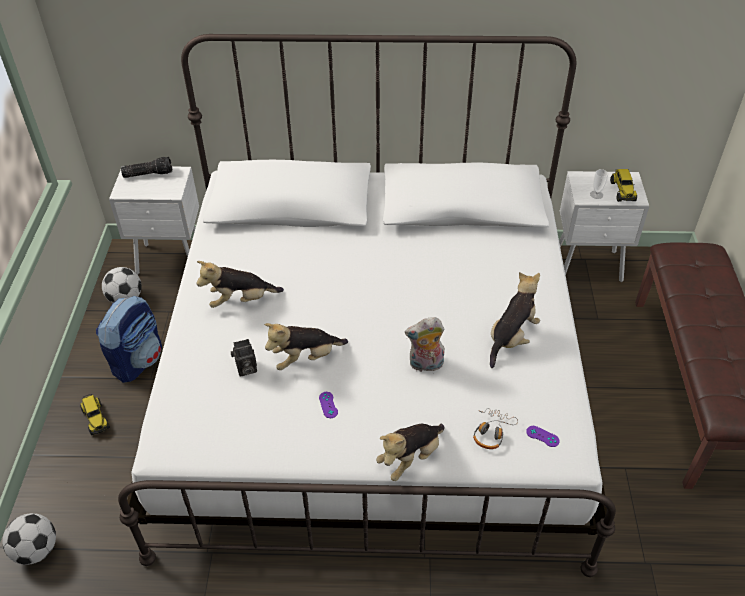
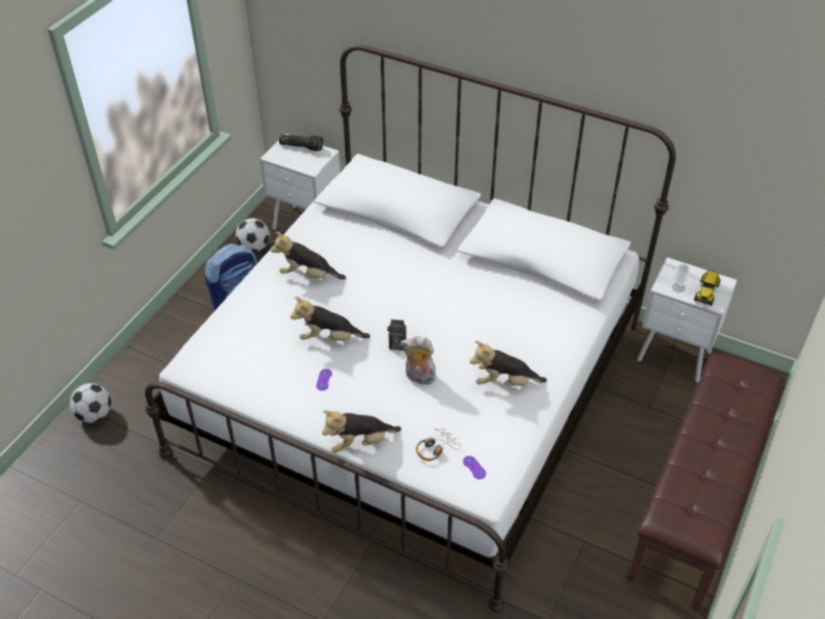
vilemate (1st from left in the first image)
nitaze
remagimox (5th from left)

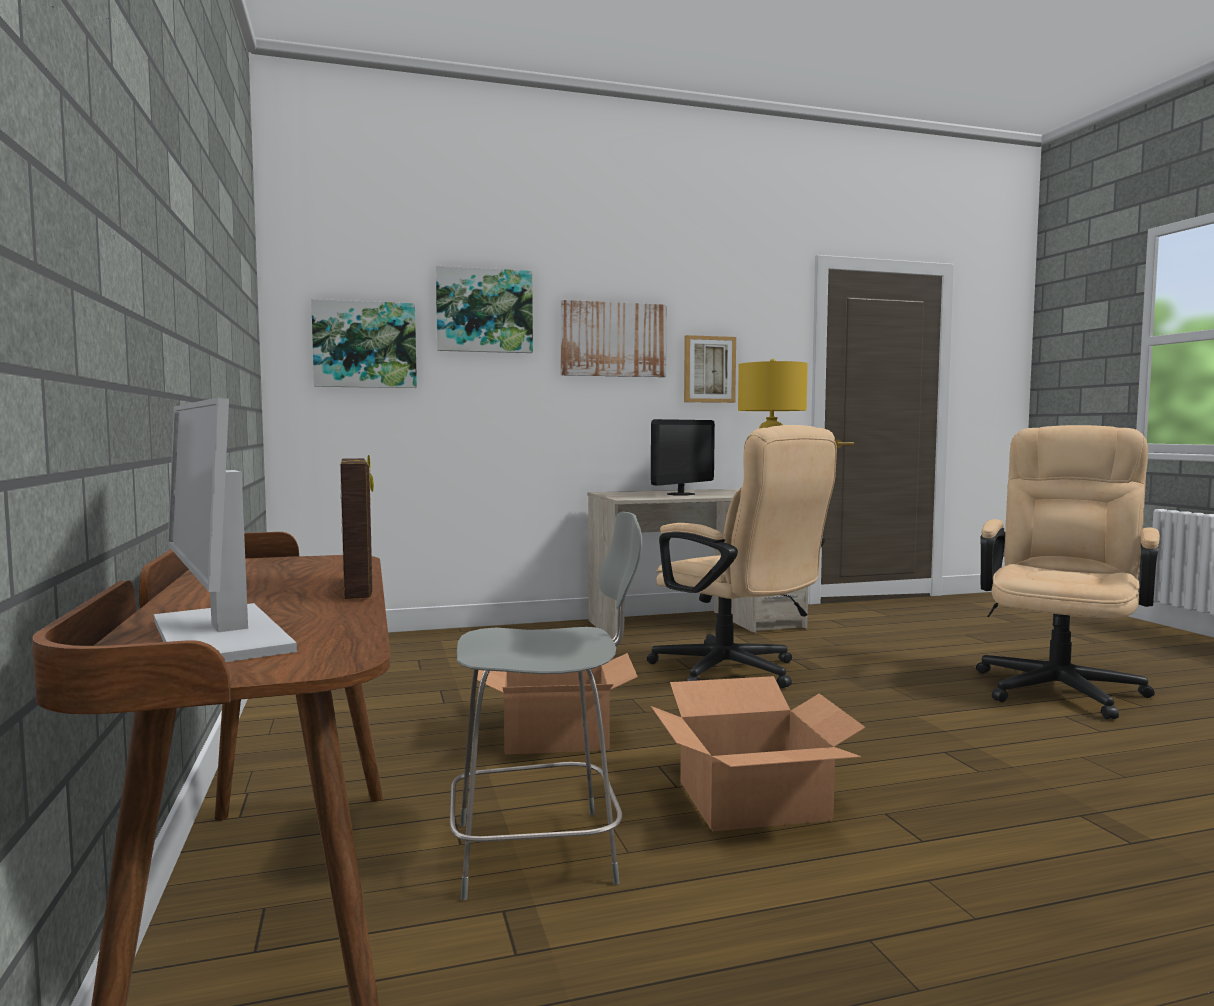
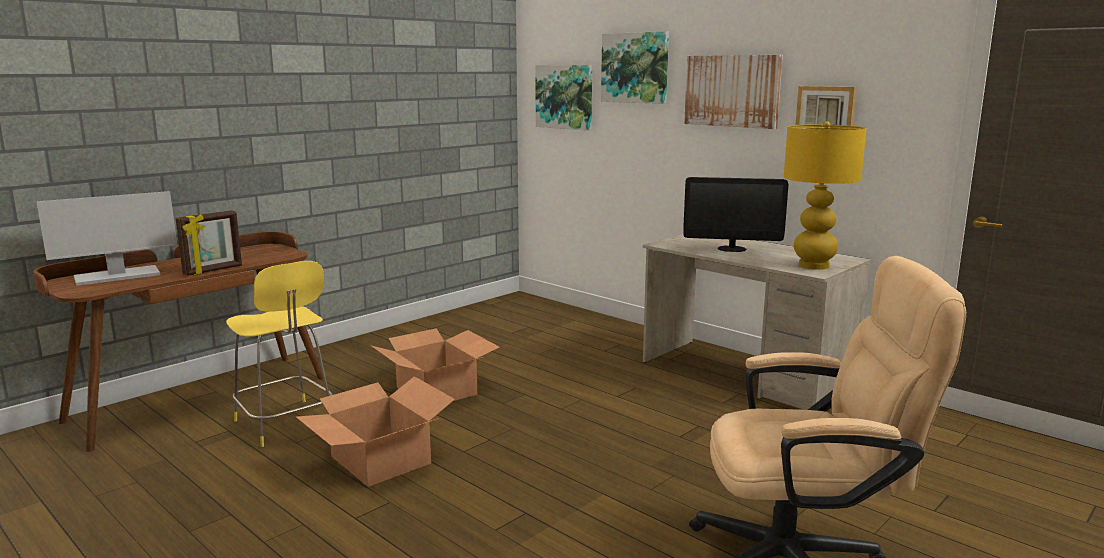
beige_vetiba (1st from left in the first image)
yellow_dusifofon
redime (1st from left)

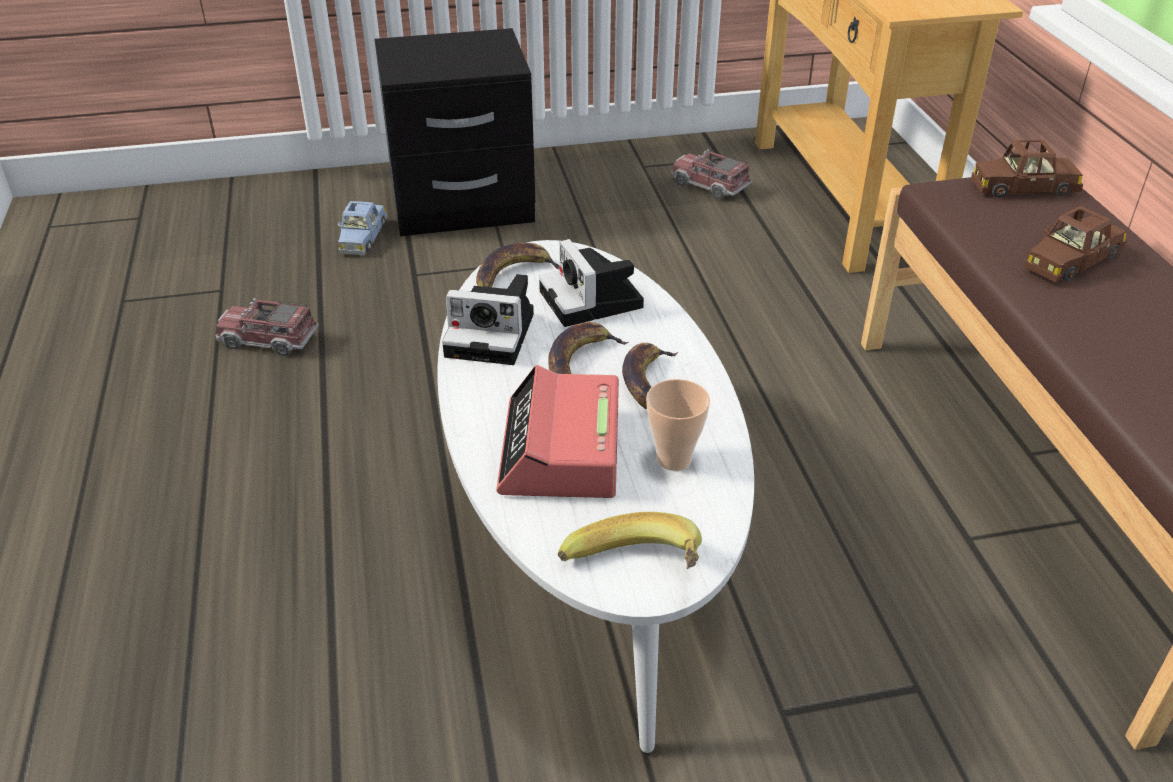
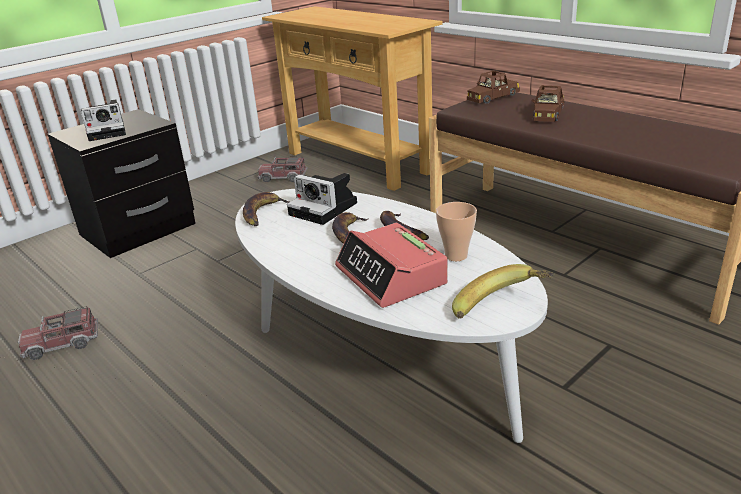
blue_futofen
nitaze (1st from left)

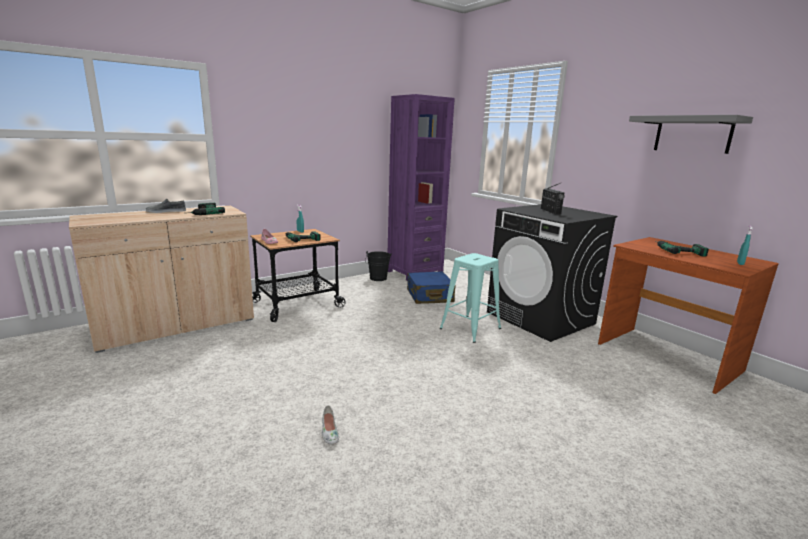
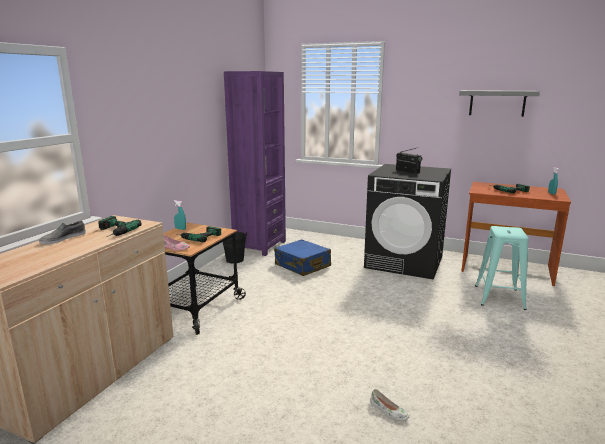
turquoise_dusifofon

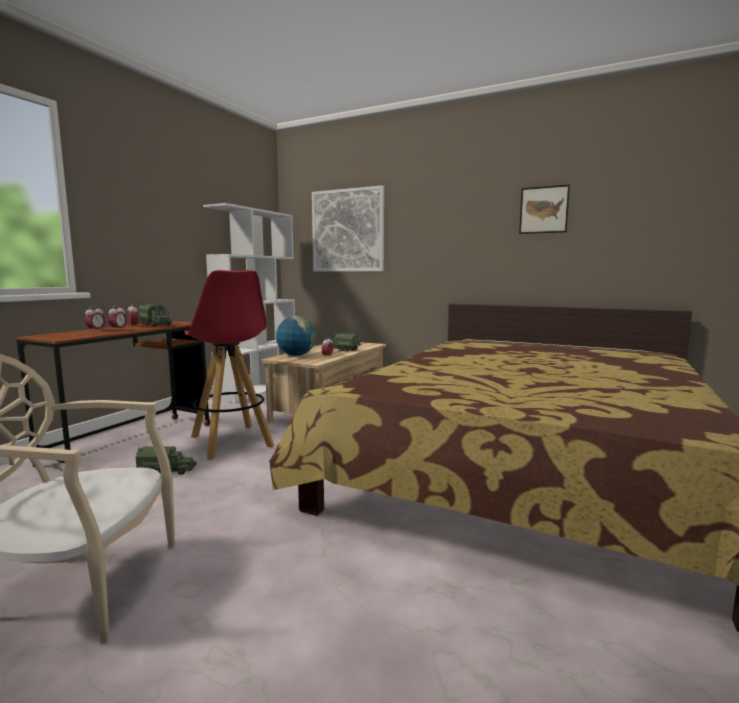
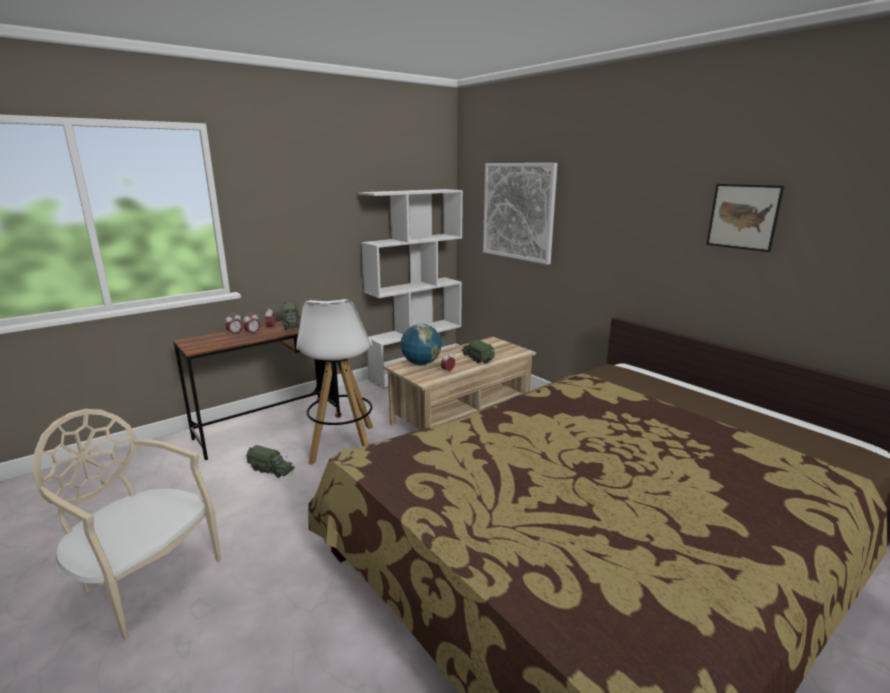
white_dusifofon

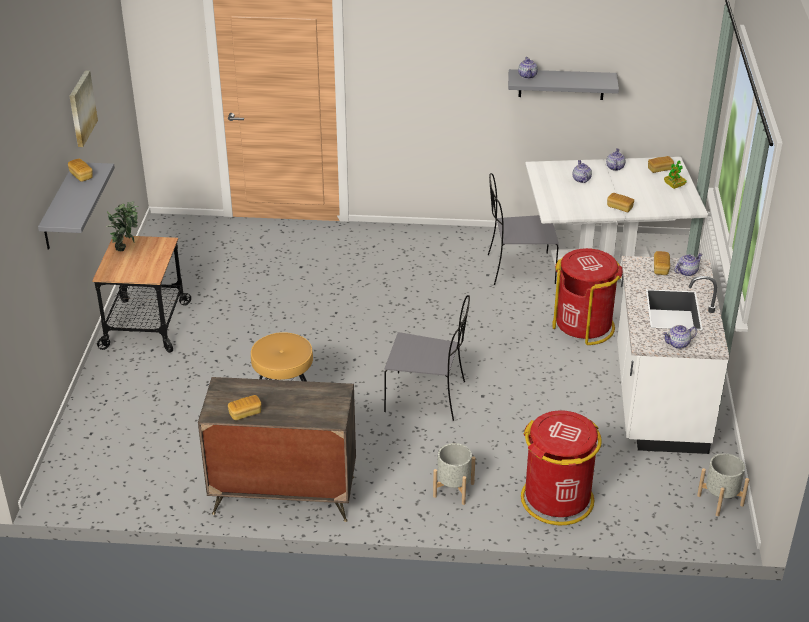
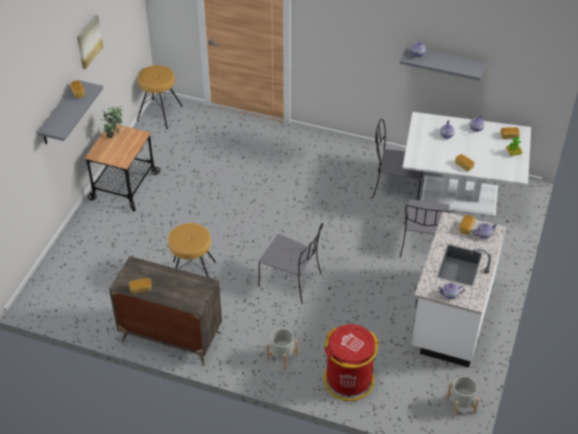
brown_dusifofon (1st from left)
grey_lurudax (3rd from left)

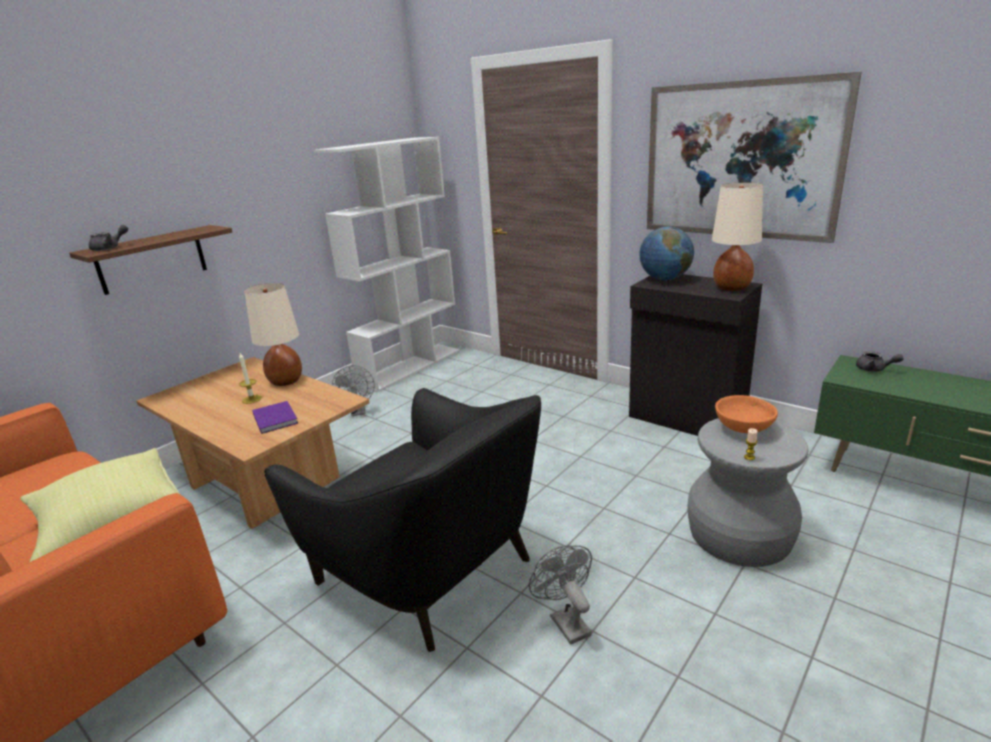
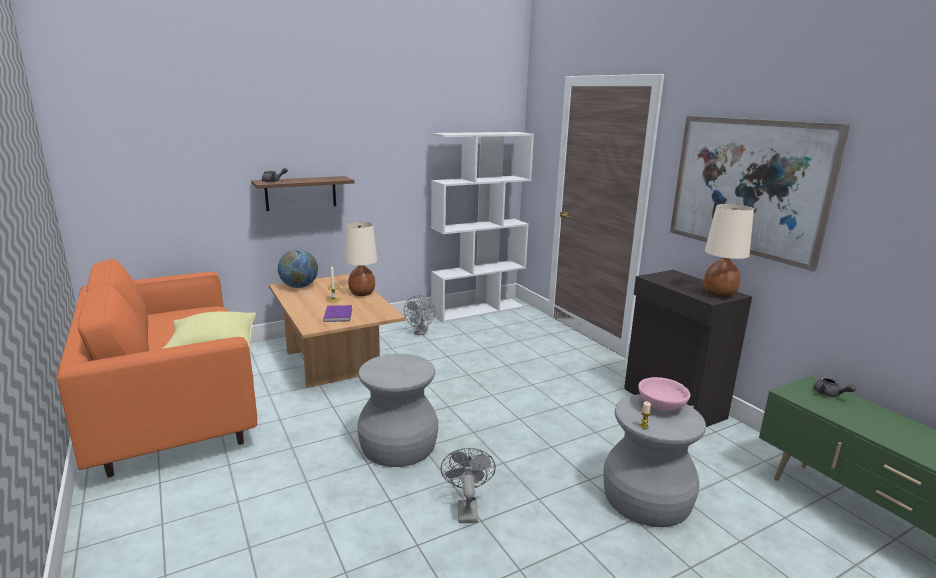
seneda
grey_dusifofon (1st from left)
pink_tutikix

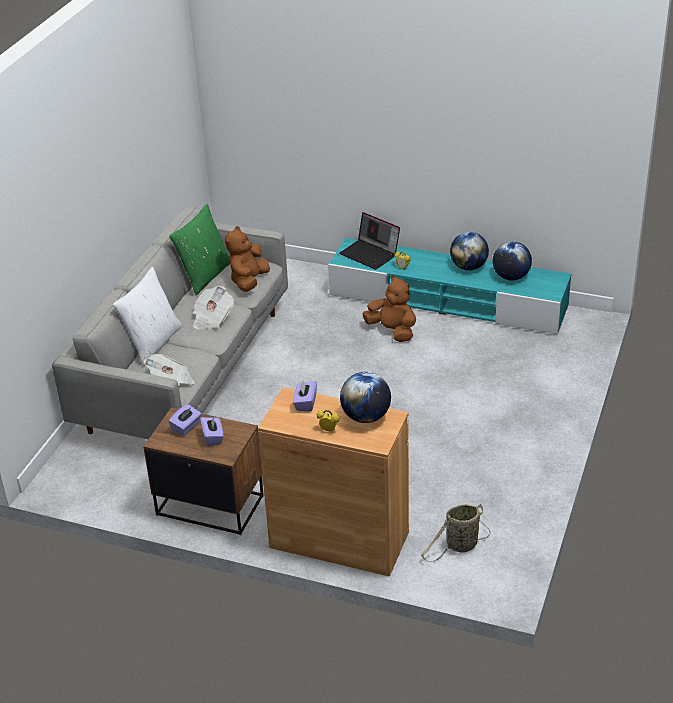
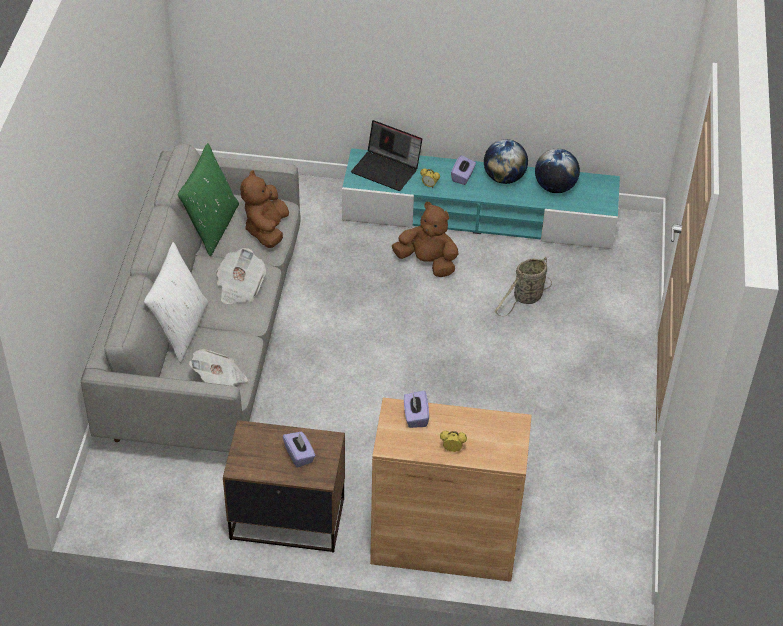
seneda (1st from left in the first image)
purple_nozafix (3rd from left)
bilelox

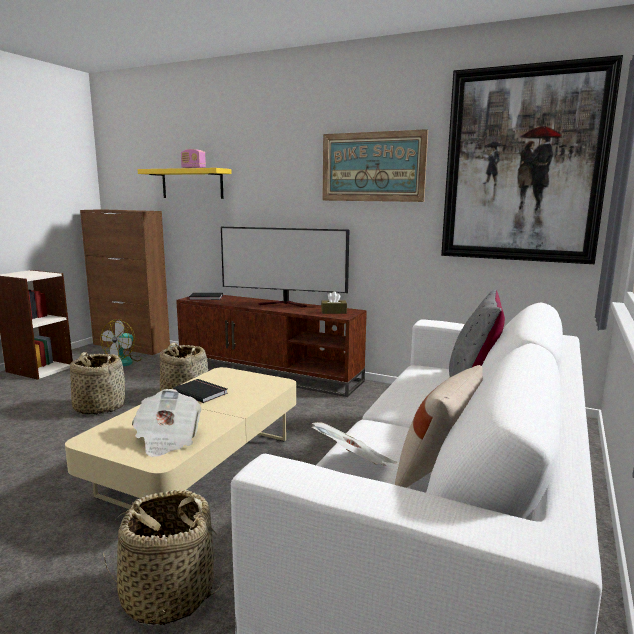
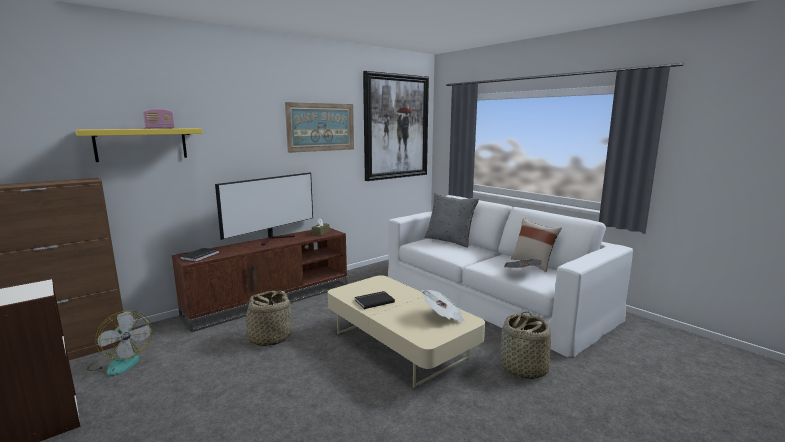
bilelox (1st from left in the first image)

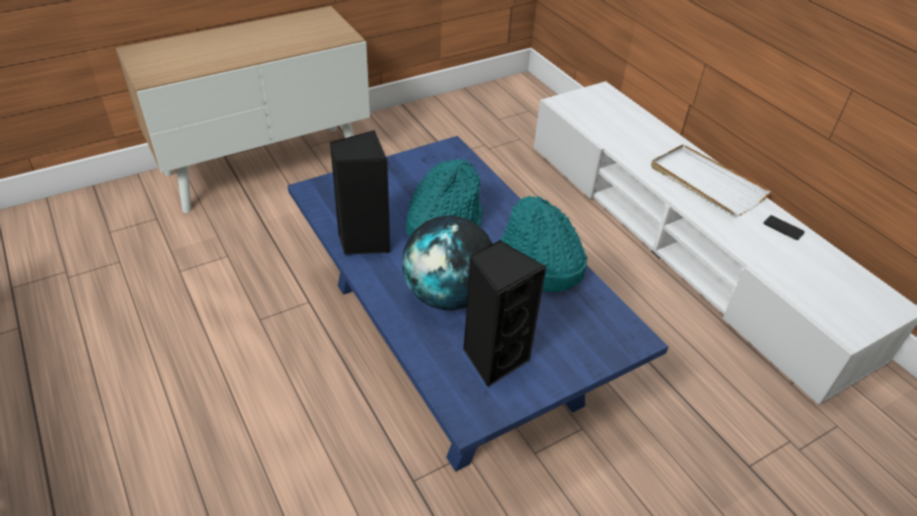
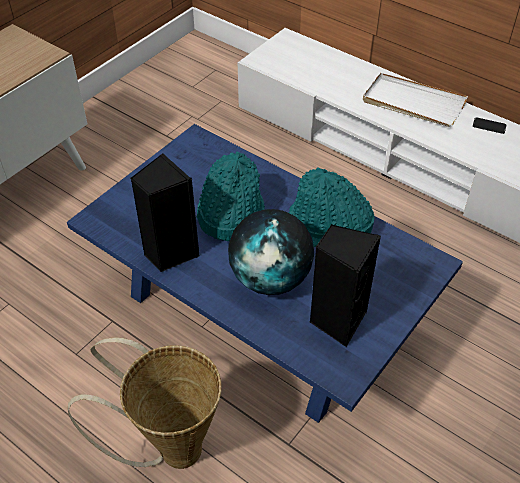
bilelox

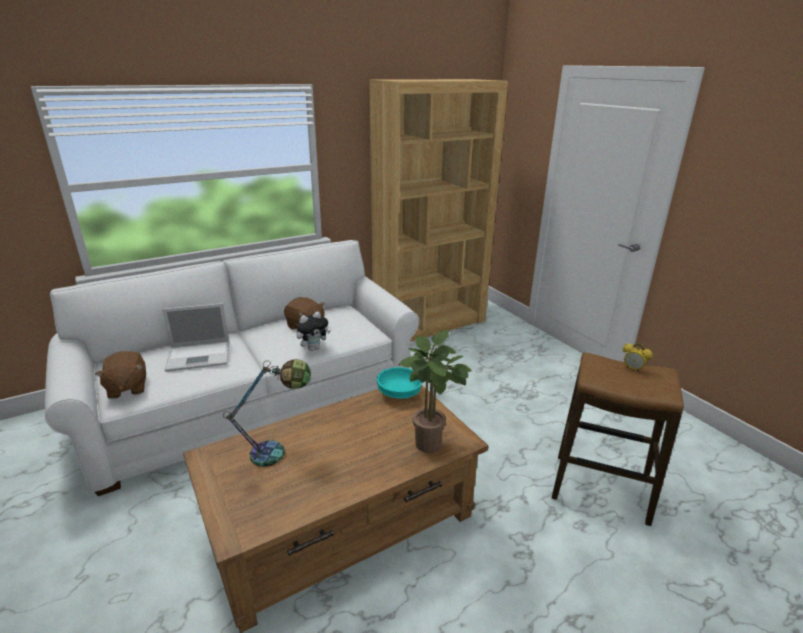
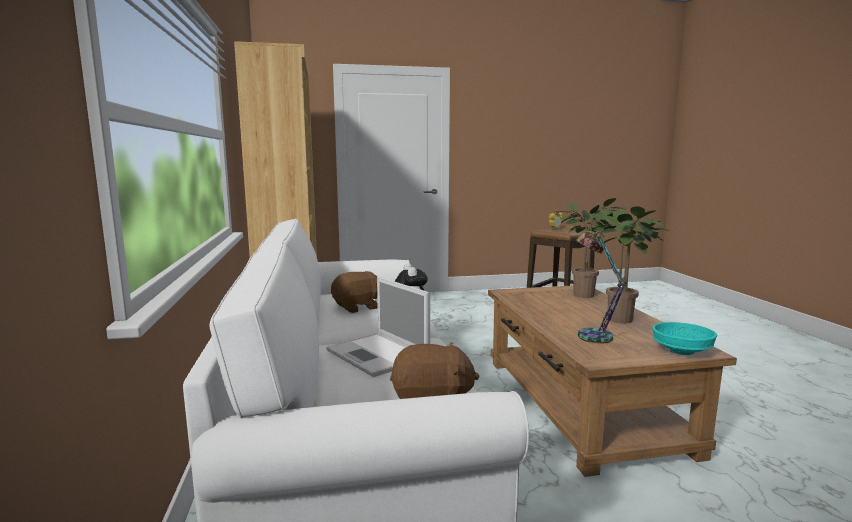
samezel (2nd from left)
turquoise_tutikix
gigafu

